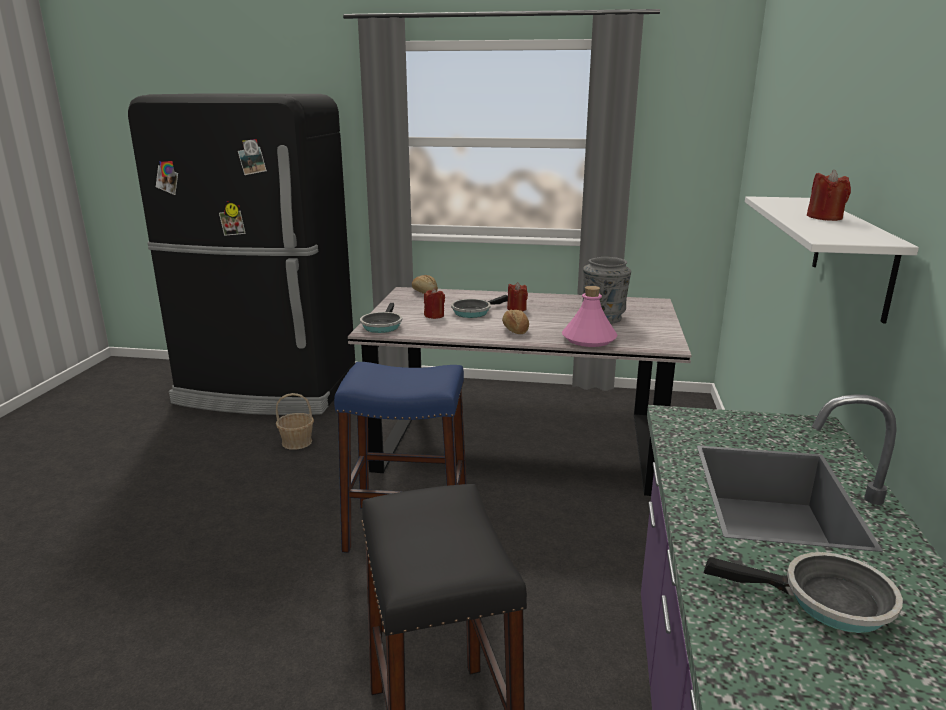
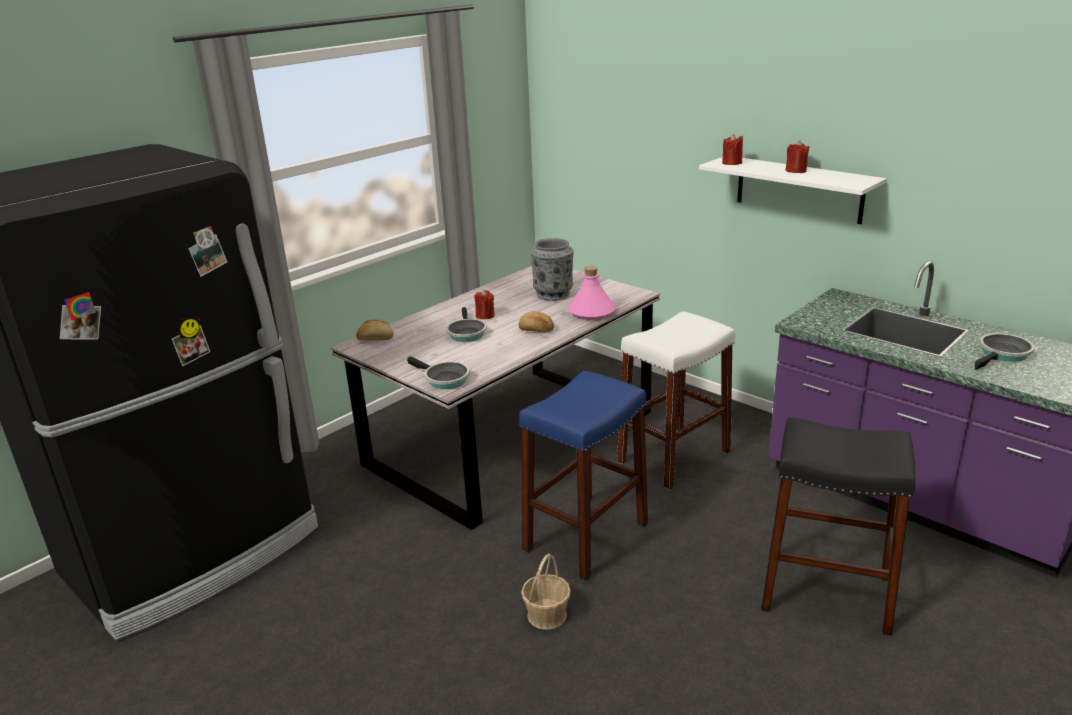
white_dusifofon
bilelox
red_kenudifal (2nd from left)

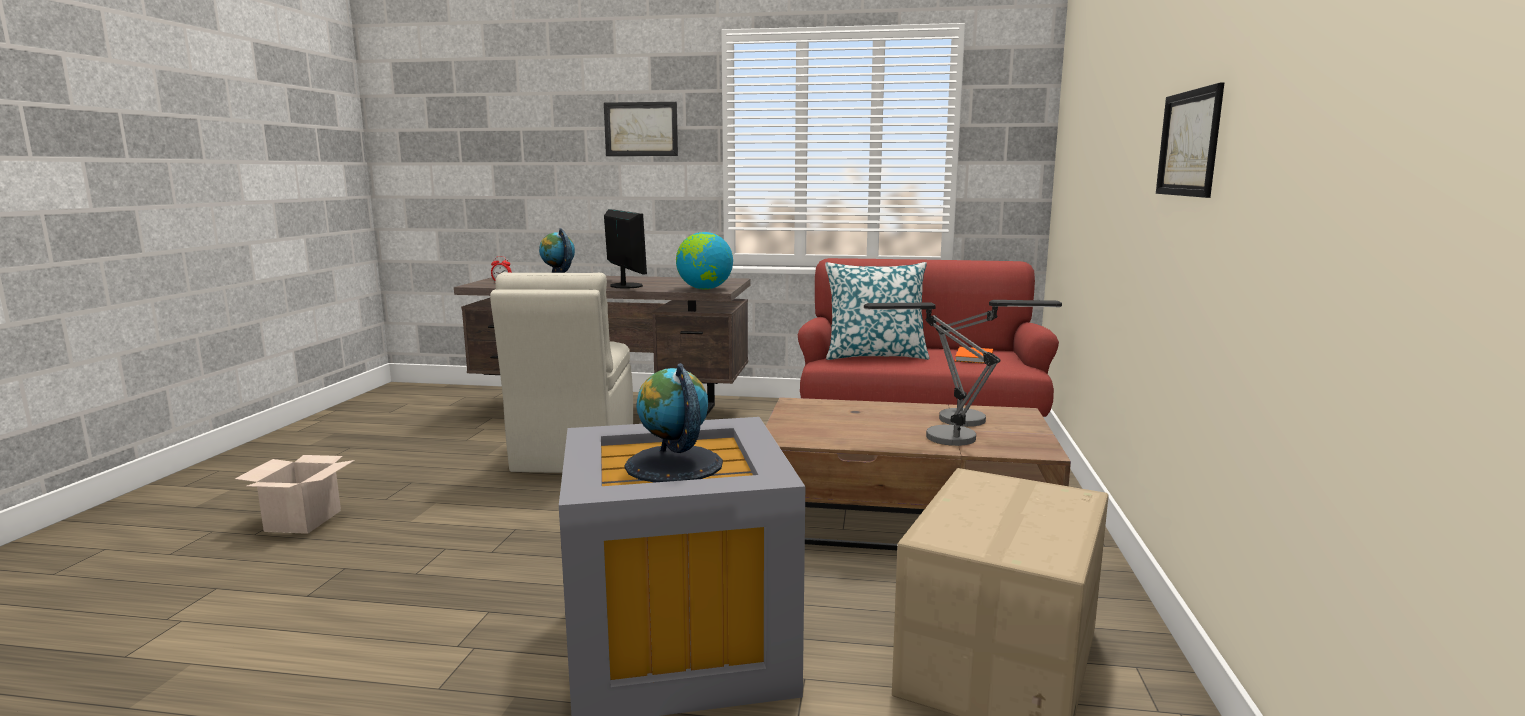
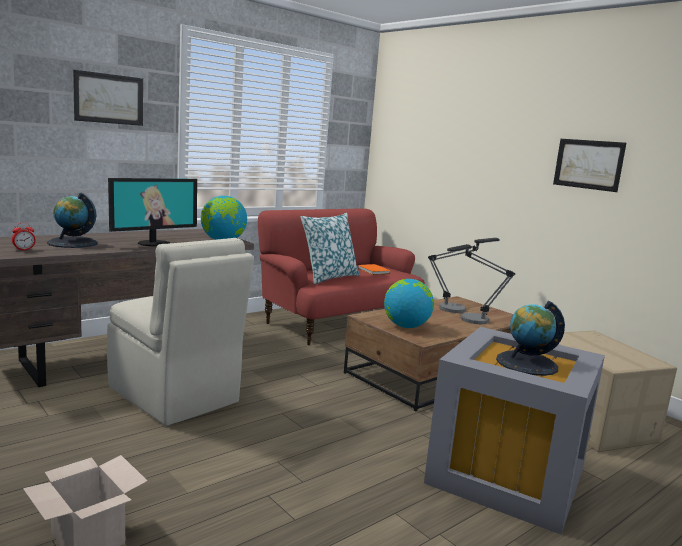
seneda (3rd from left)
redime

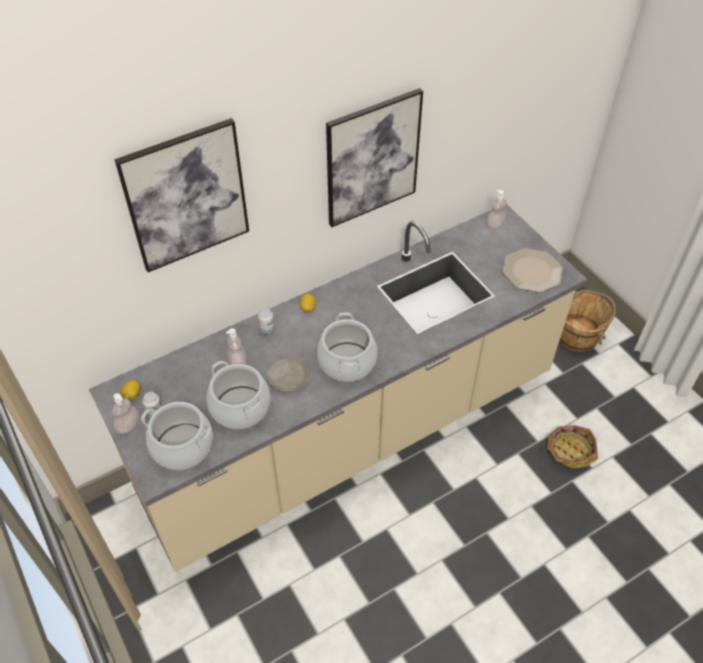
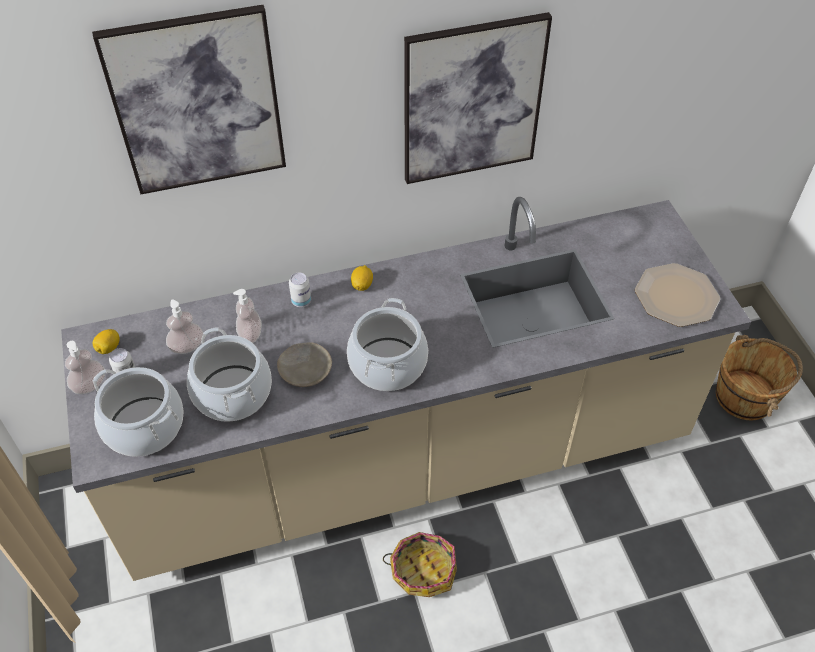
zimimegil (2nd from left)
bilelox

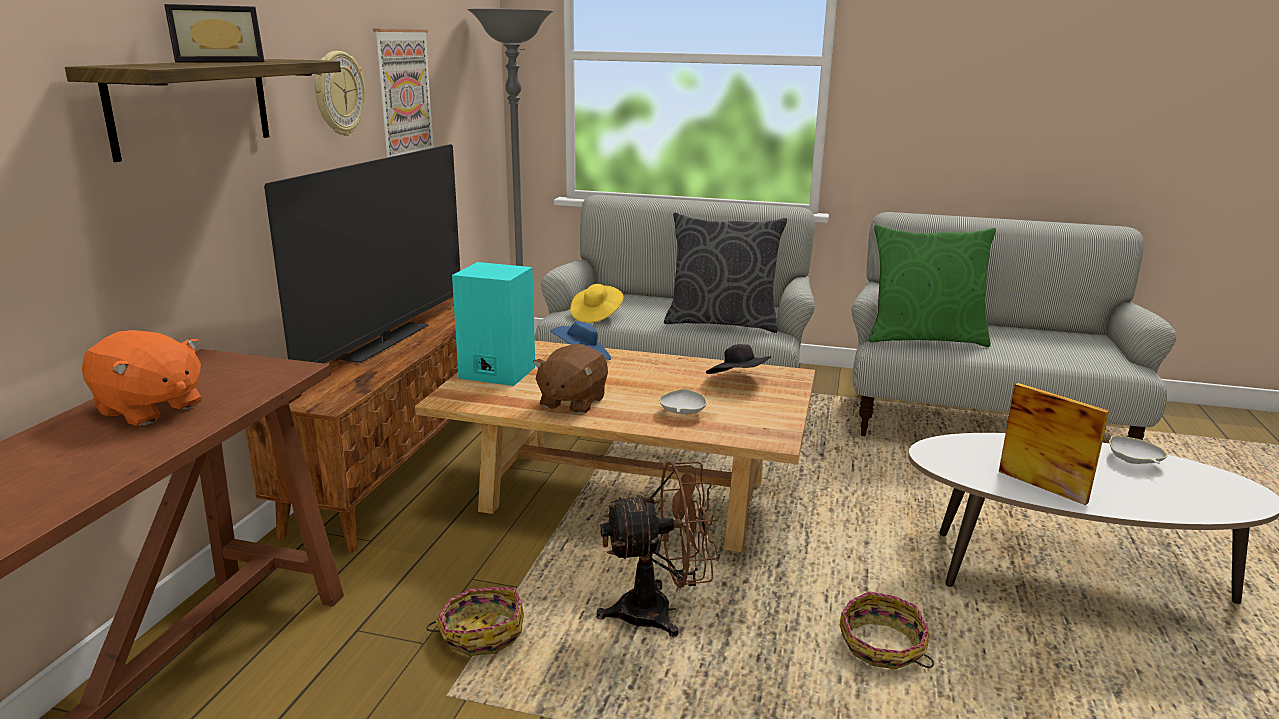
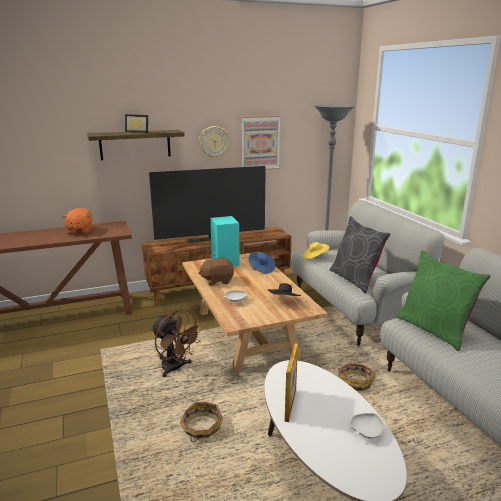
bilelox (2nd from left)

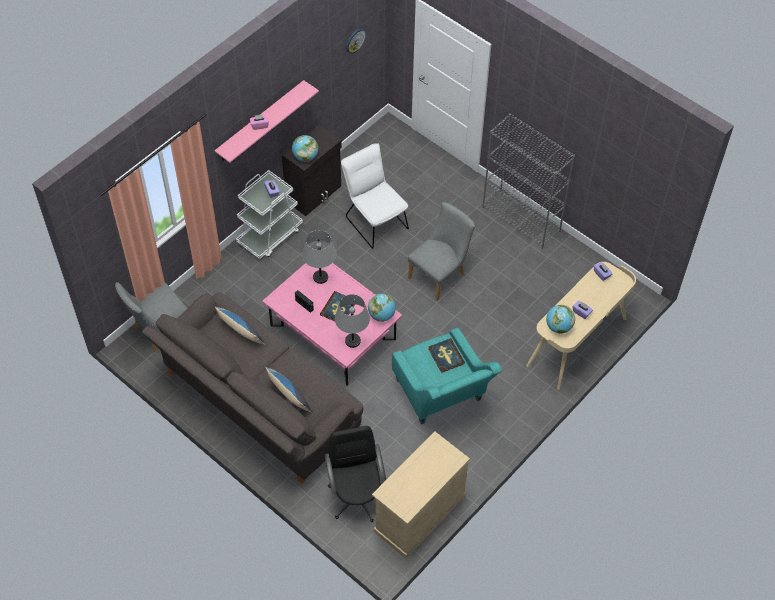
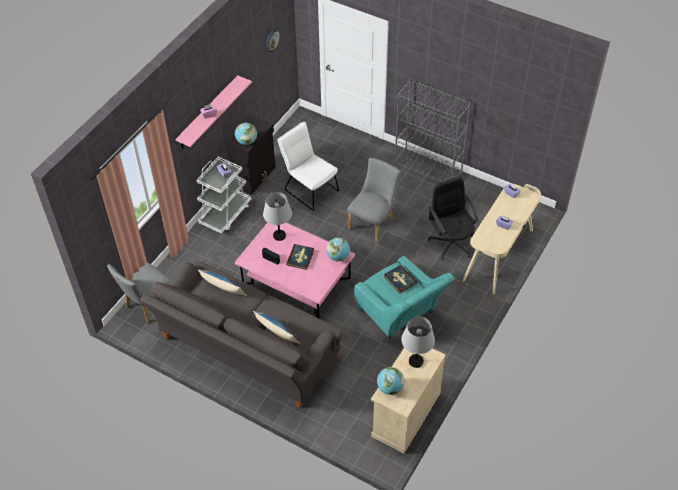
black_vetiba
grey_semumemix (2nd from left)
seneda (3rd from left)

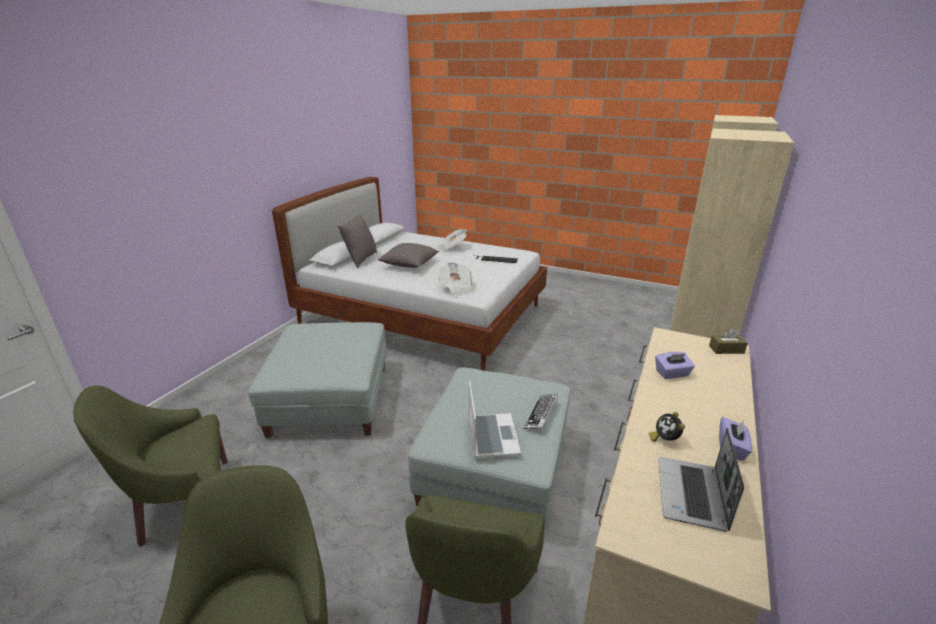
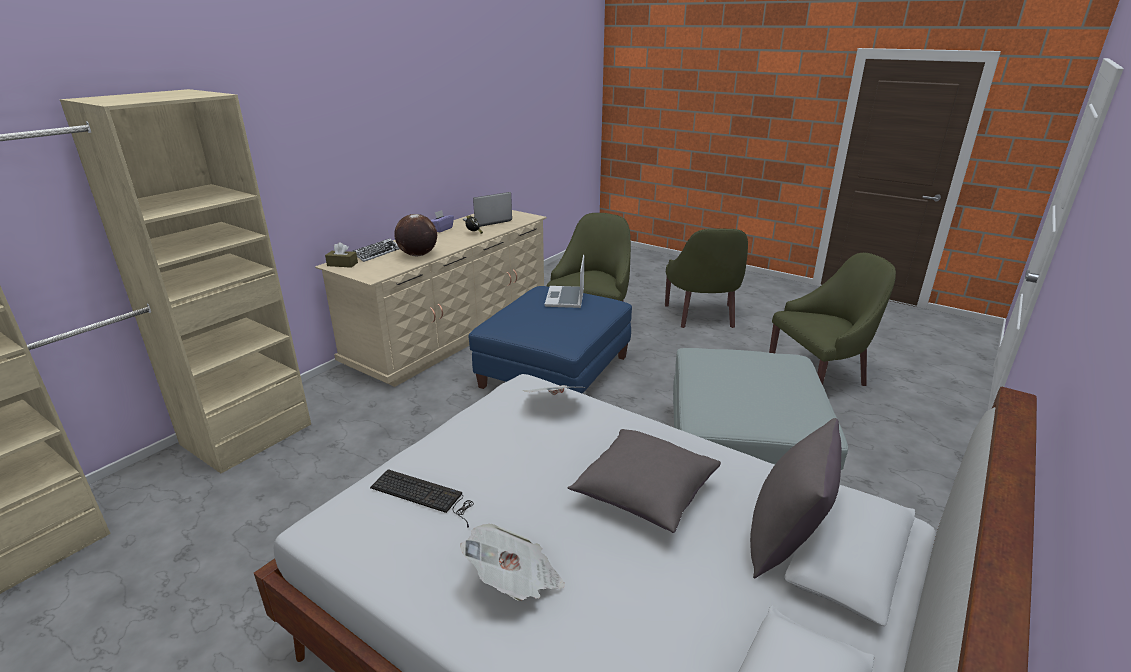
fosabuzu (1st from left)
seneda
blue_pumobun
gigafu (1st from left)

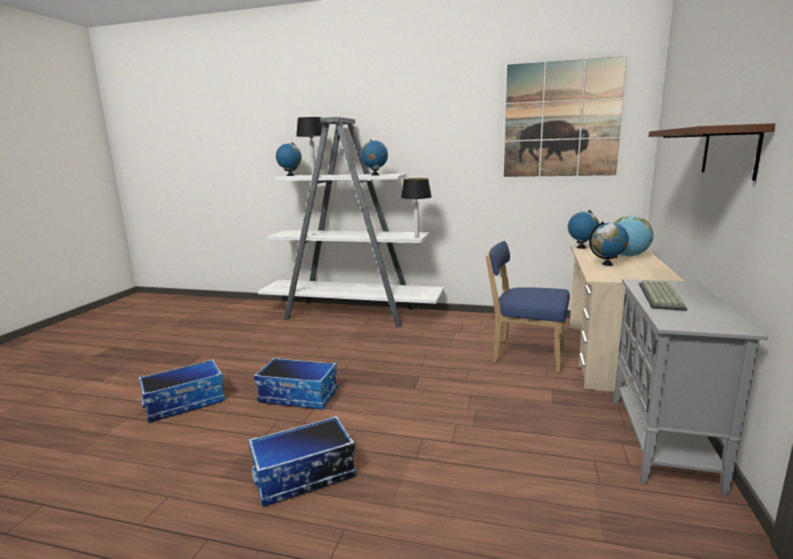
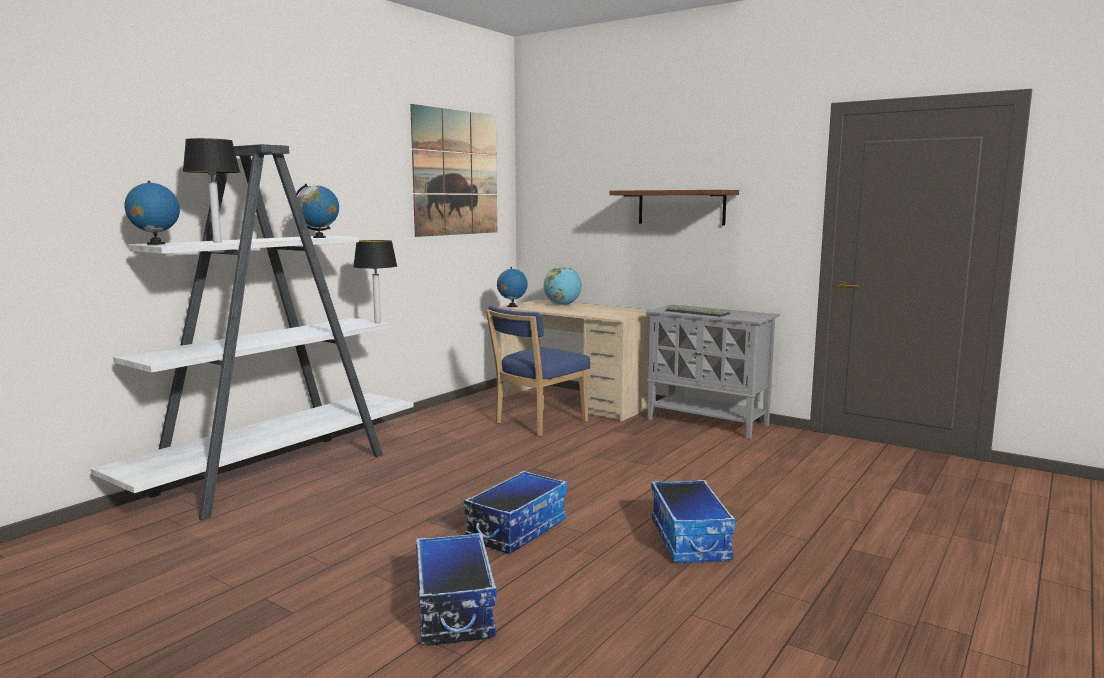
seneda (4th from left in the first image)

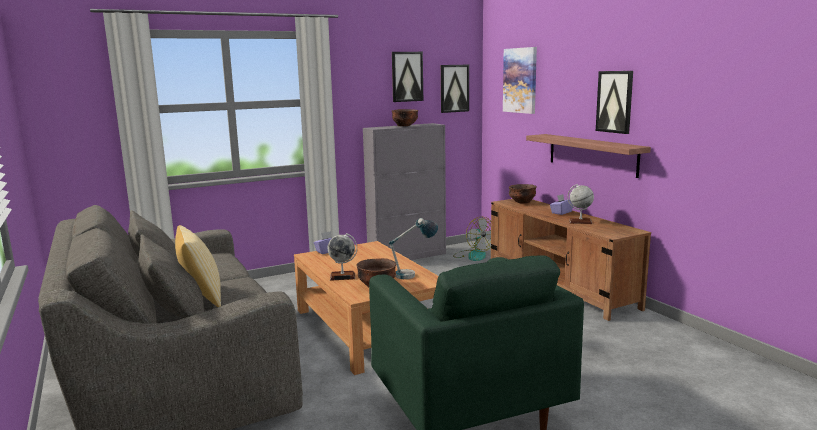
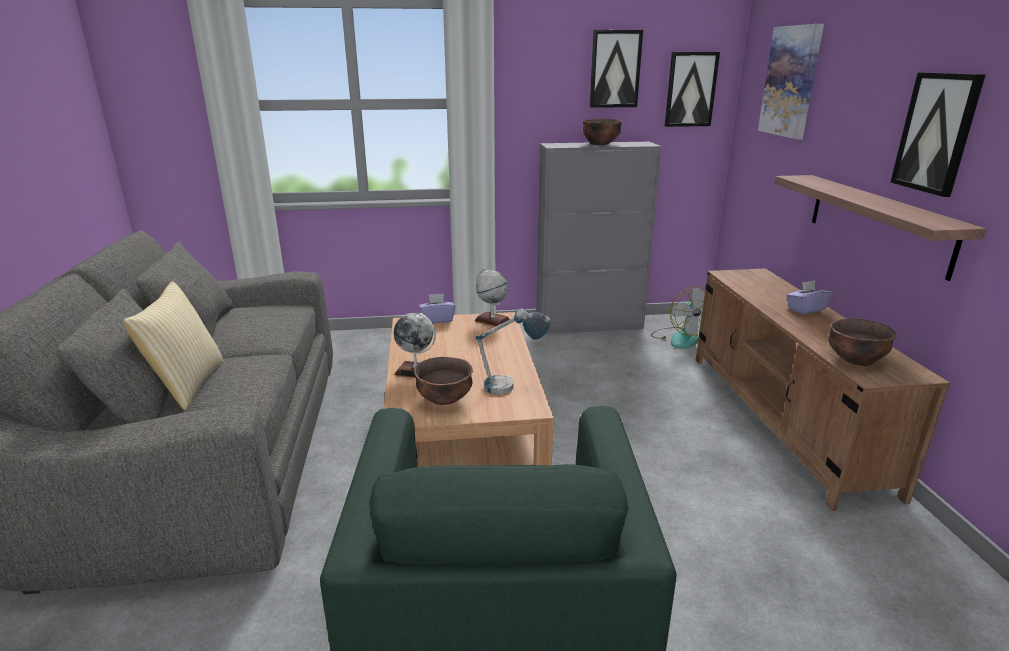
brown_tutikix (3rd from left)
seneda (2nd from left)

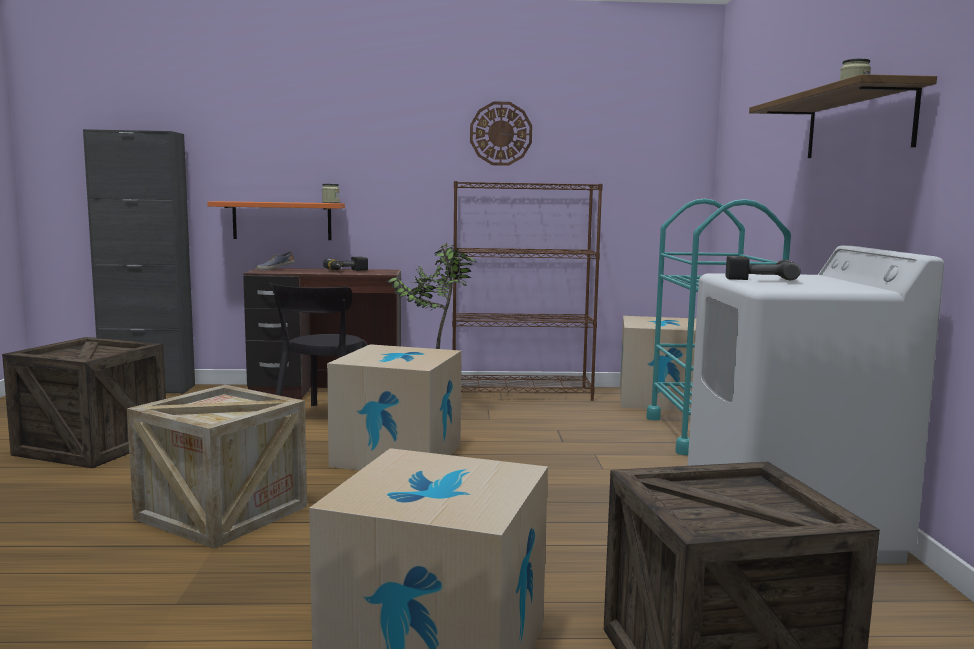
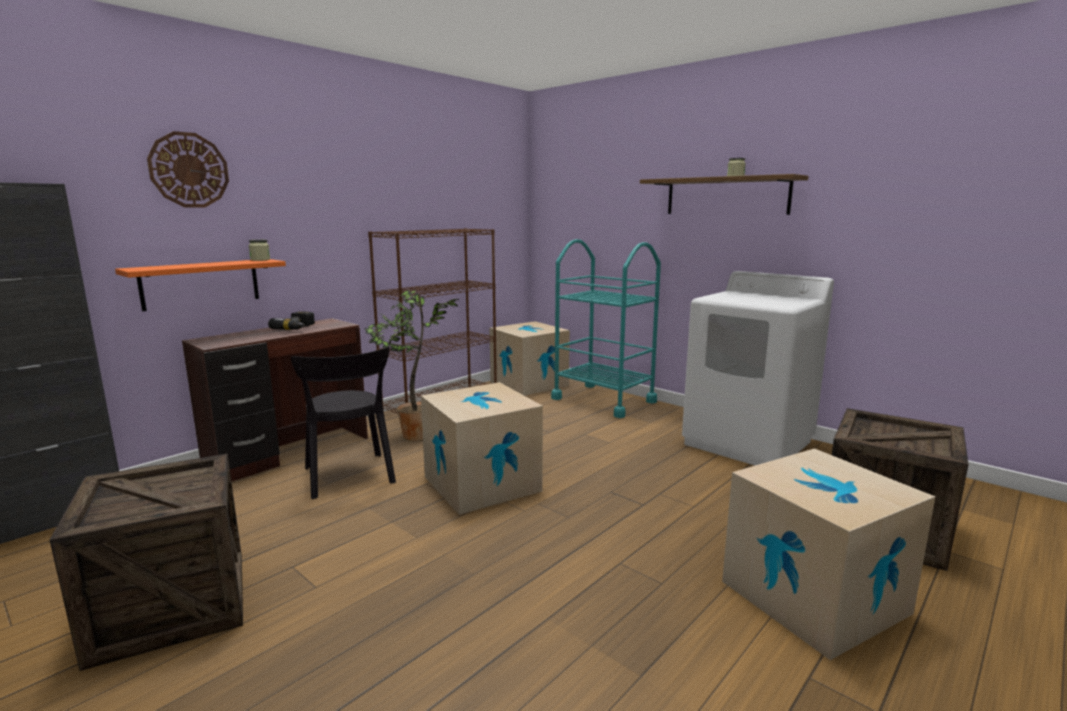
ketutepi (2nd from left in the first image)
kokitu
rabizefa (2nd from left in the first image)
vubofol

